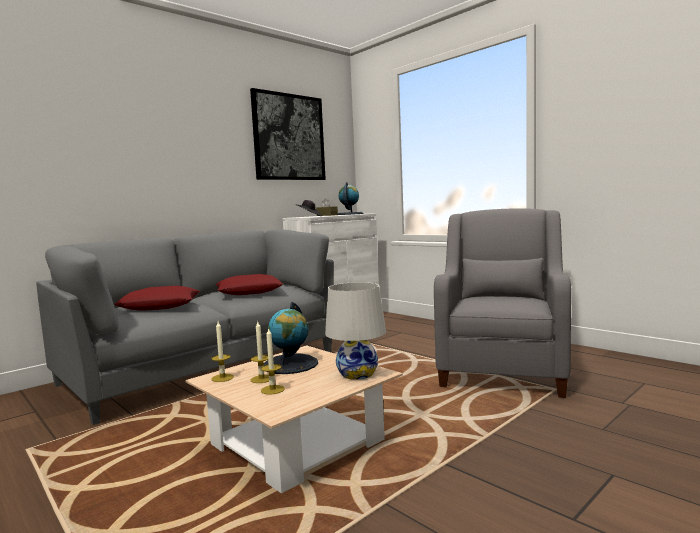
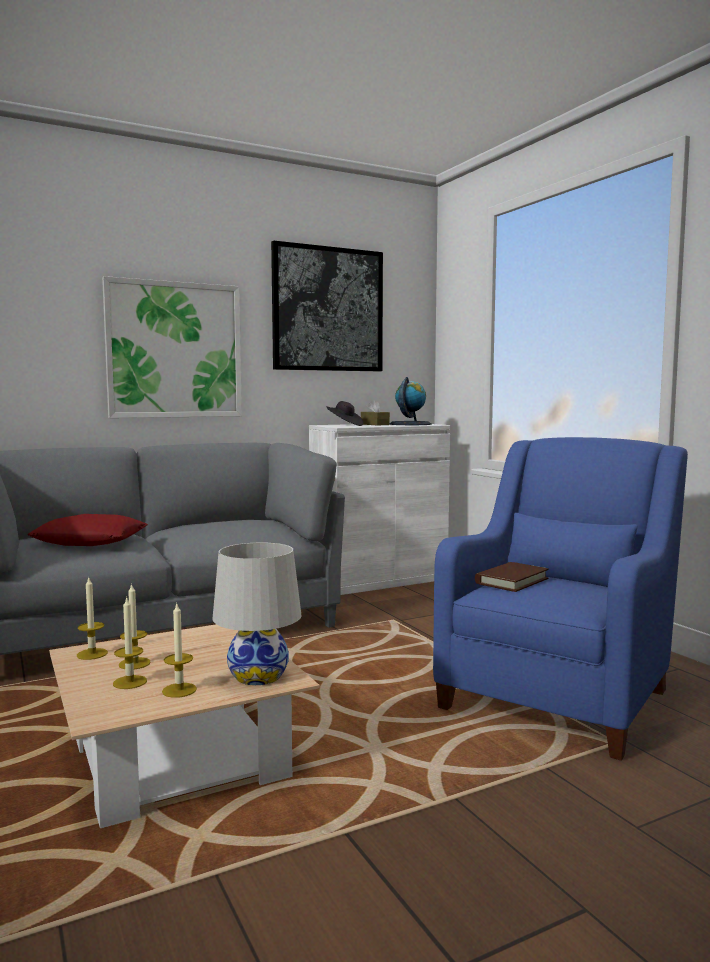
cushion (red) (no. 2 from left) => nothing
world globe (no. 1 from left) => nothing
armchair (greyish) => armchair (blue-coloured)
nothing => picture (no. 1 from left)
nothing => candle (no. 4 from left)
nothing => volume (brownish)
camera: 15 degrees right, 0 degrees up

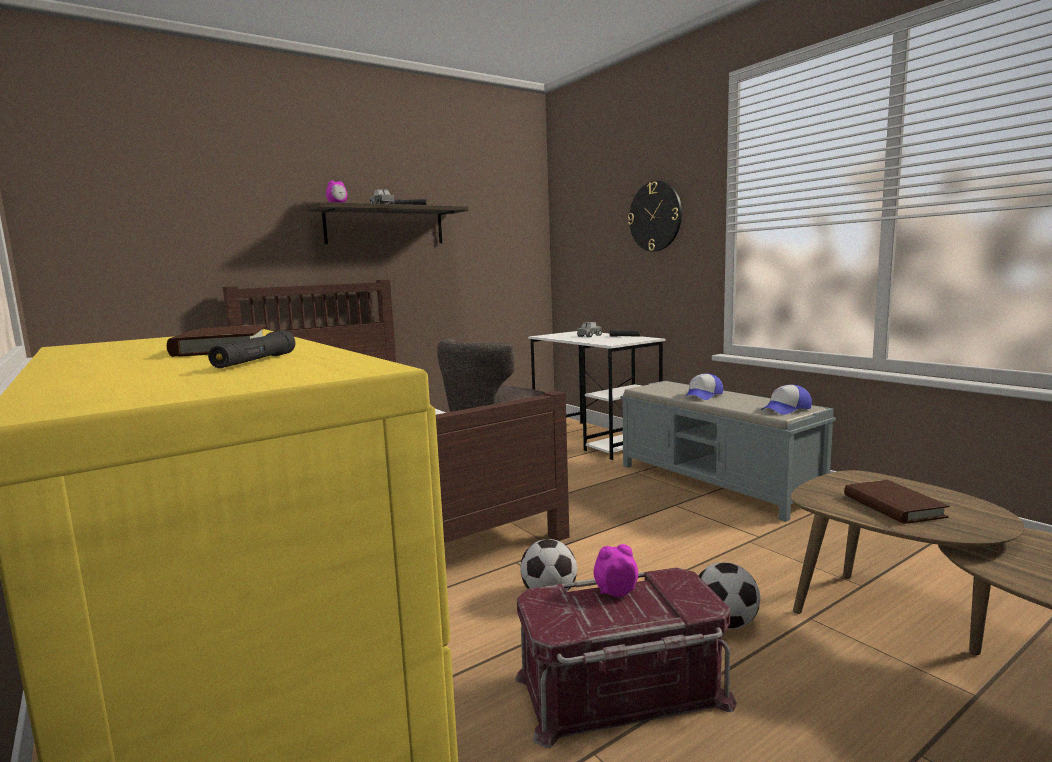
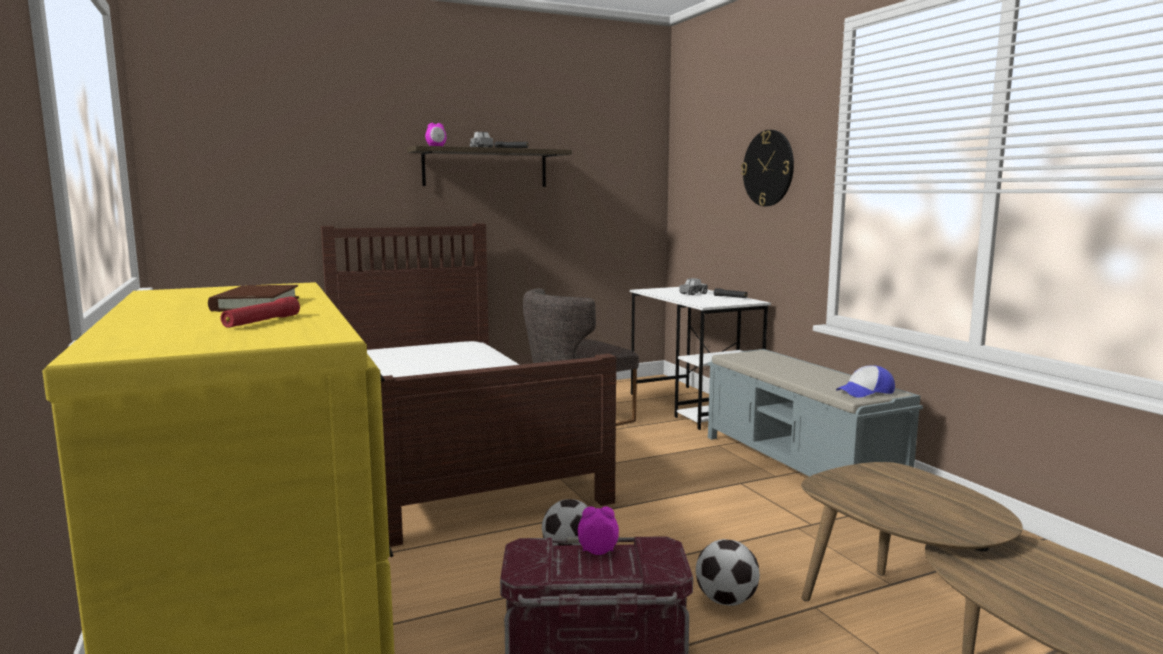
torch (black) (no. 1 from left) => torch (red)
peaked cap (no. 1 from left) => nothing
volume (brownish) (no. 2 from left) => nothing
camera: 10 degrees right, 0 degrees up

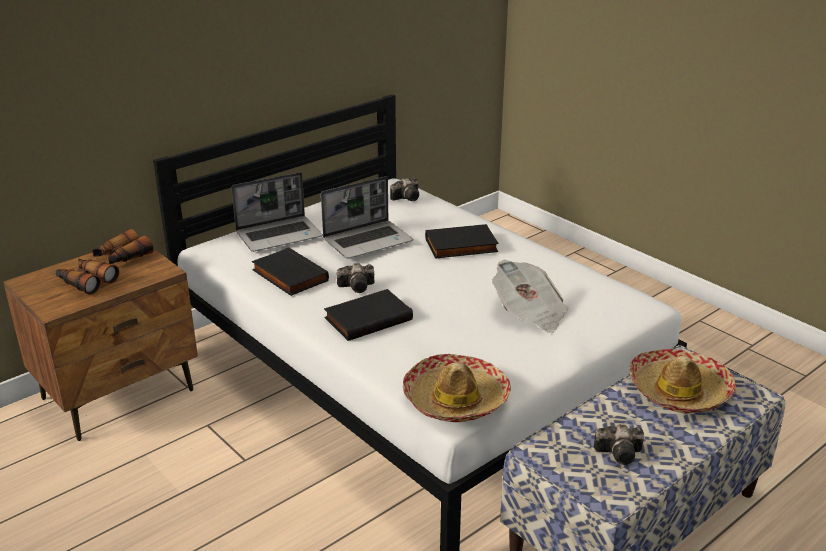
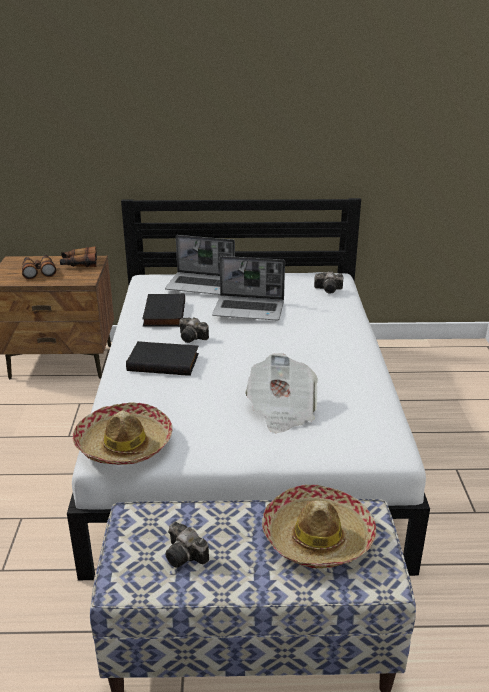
volume (black) (no. 3 from left) => nothing
camera: 40 degrees right, 0 degrees up

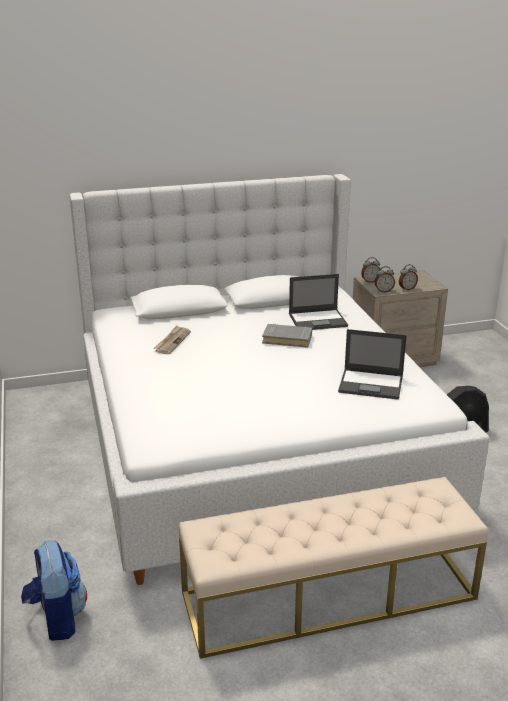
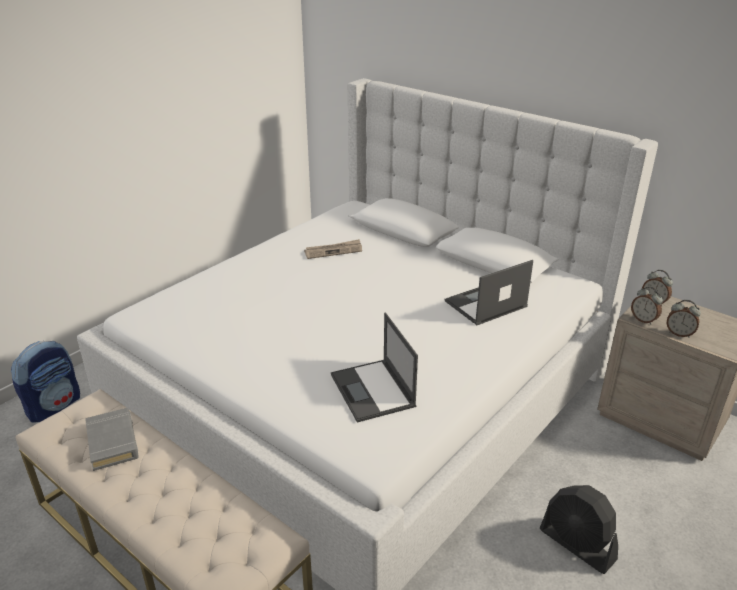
volume (greyish), relocated
notebook computer (no. 1 from left in the first image) => notebook computer (no. 2 from left), 105 degrees clockwise
camera: 55 degrees right, 5 degrees up

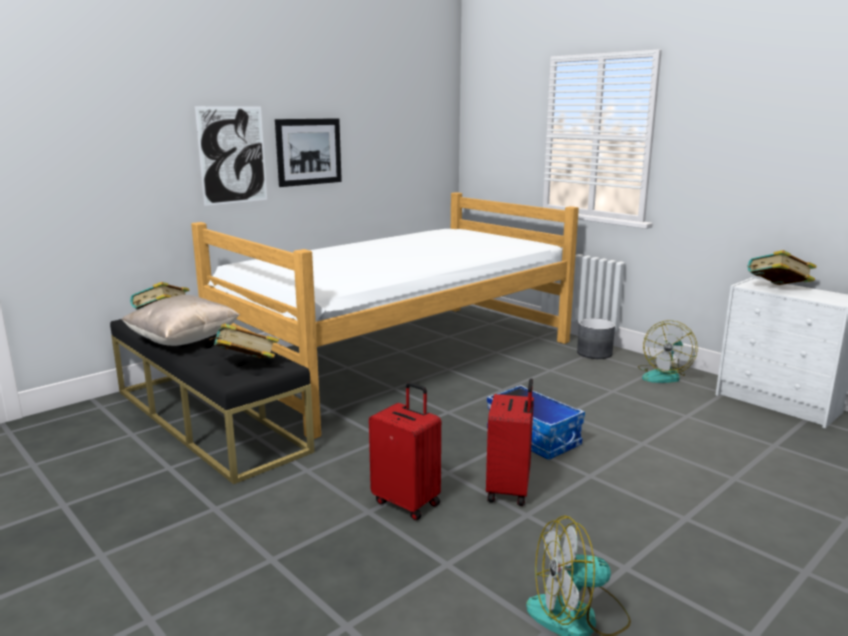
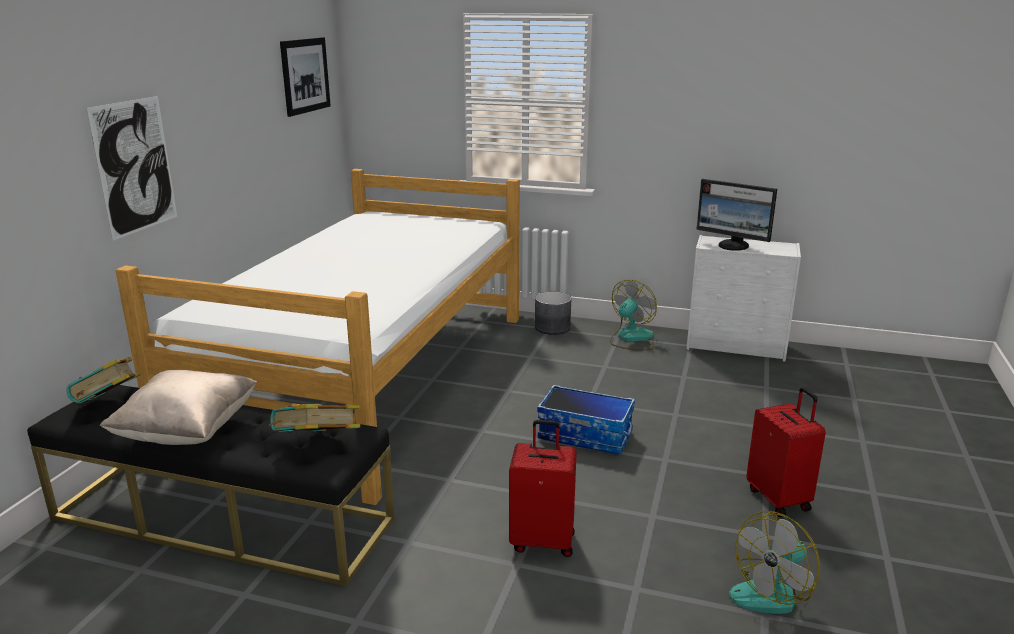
picture (no. 2 from left), relocated
suitcase (red) (no. 2 from left), relocated
fan (no. 2 from left in the first image) => fan (no. 1 from left), 150 degrees counterclockwise
volume (no. 3 from left) => computer display
camera: 30 degrees left, 5 degrees up

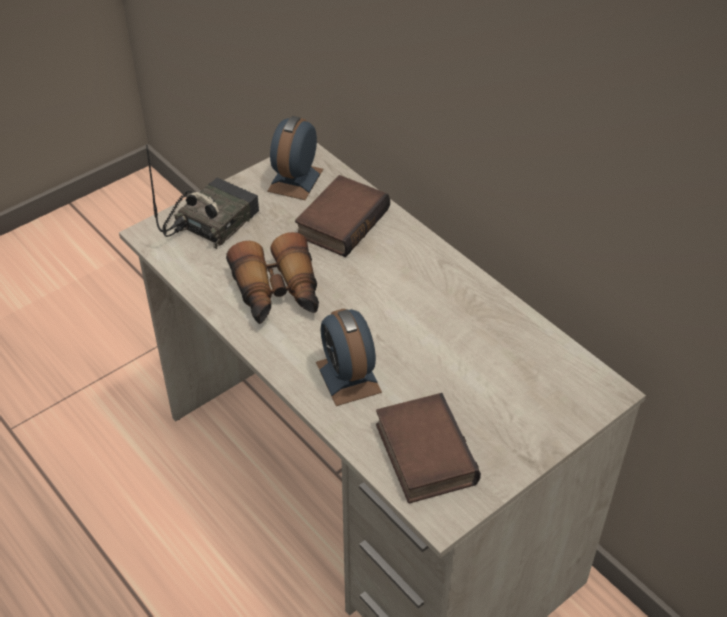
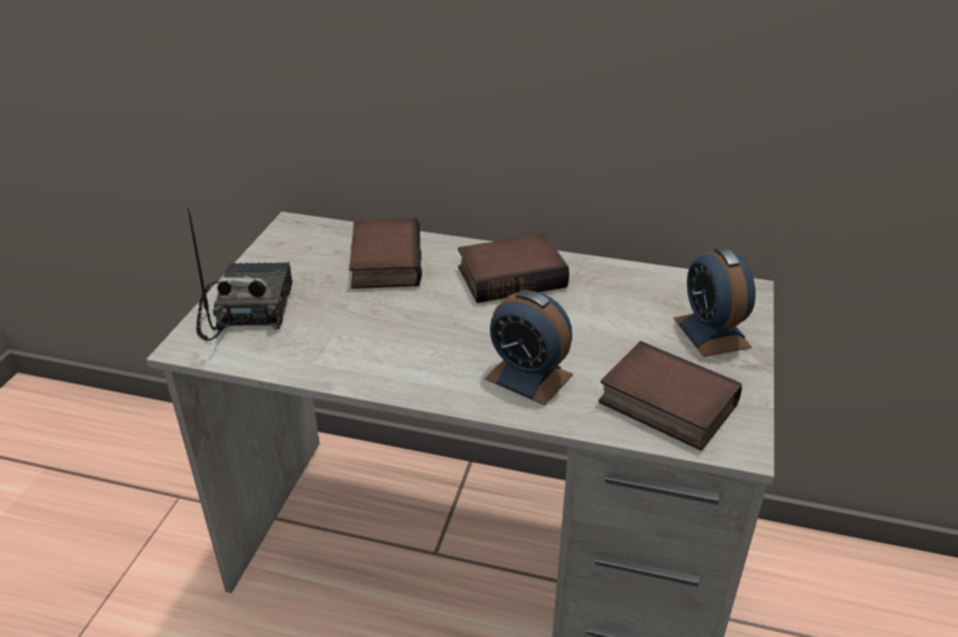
field glasses => nothing
alarm clock (no. 1 from left in the first image) => alarm clock (no. 2 from left), relocated
nothing => volume (no. 2 from left)
camera: 35 degrees left, 10 degrees down

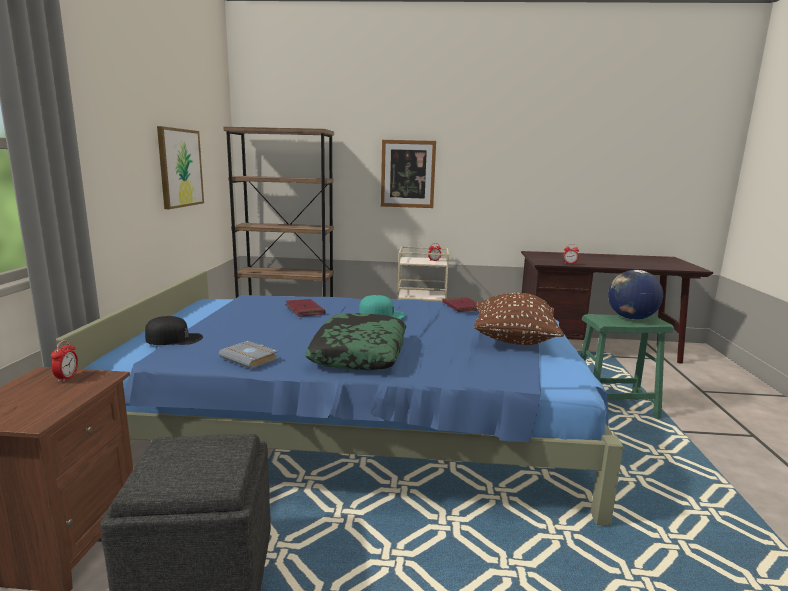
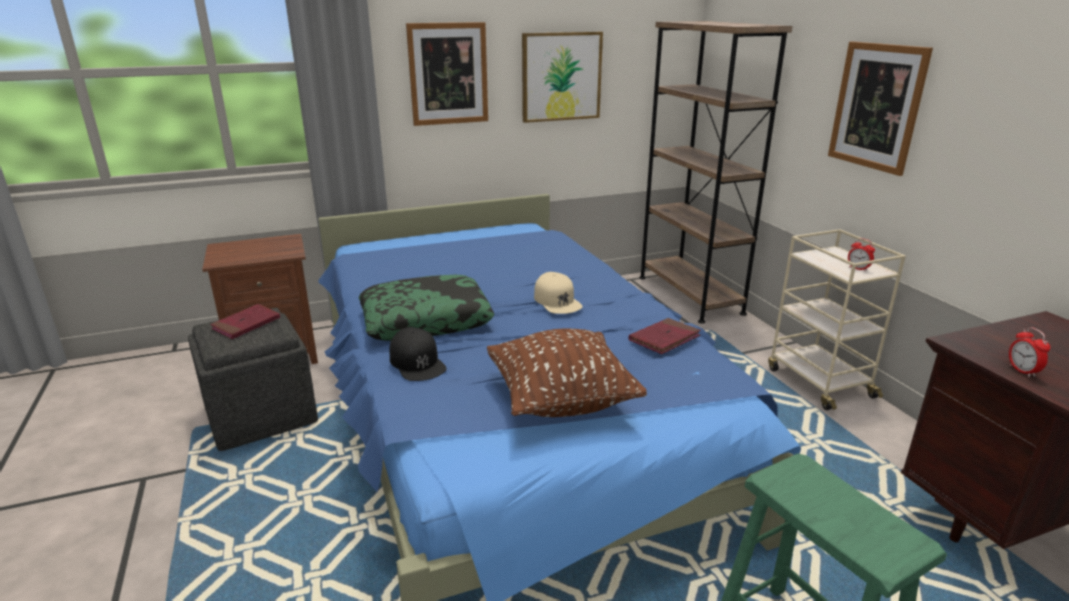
alarm clock (no. 1 from left) => nothing
peaked cap (black), relocated
volume (greyish) => nothing
volume (red) (no. 1 from left), relocated
peaked cap (blue-green) => peaked cap (sand-coloured)
world globe => nothing
nothing => picture (no. 1 from left)
camera: 65 degrees right, 10 degrees up

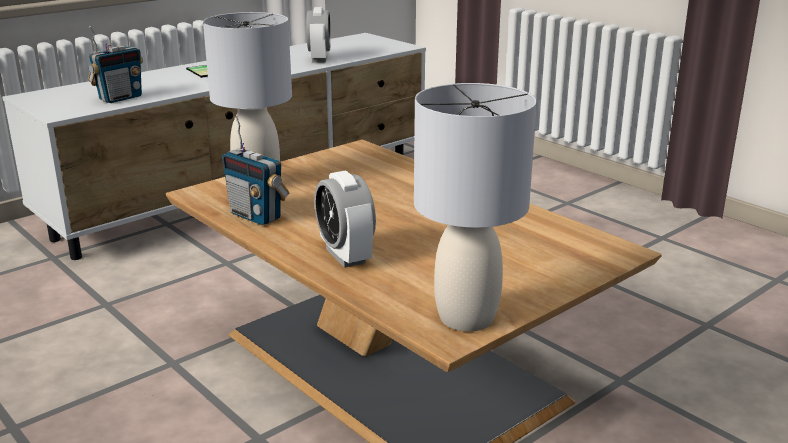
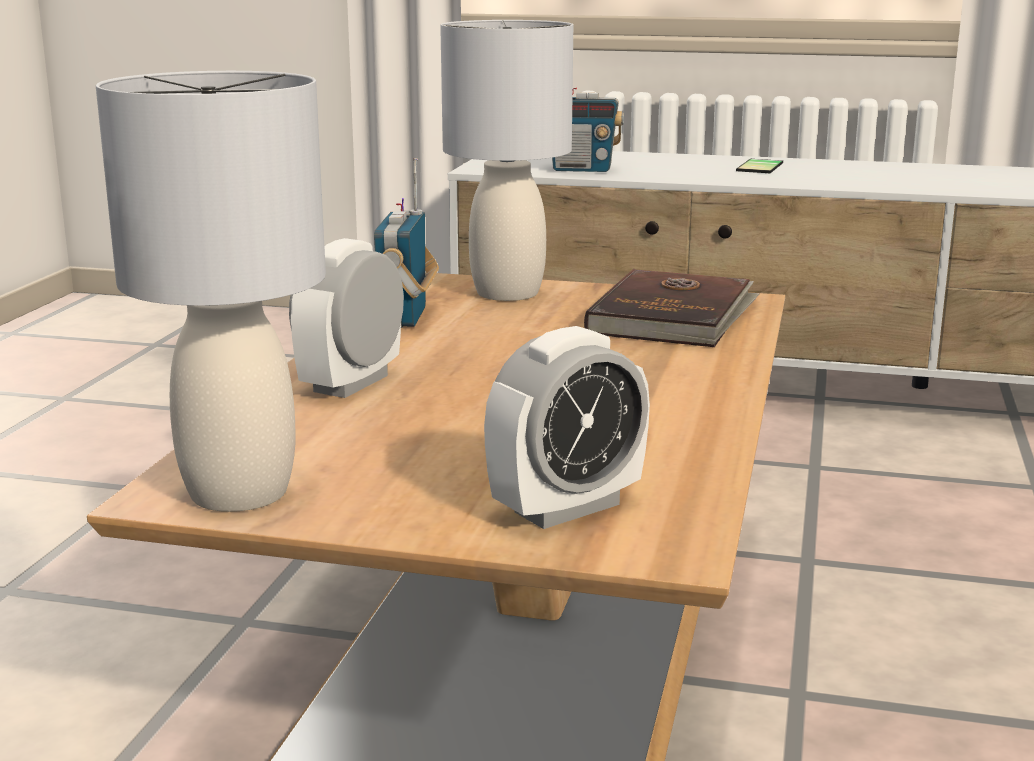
alarm clock (no. 1 from left in the first image) => alarm clock (no. 2 from left), relocated
nothing => volume (brownish)
camera: 55 degrees right, 5 degrees down

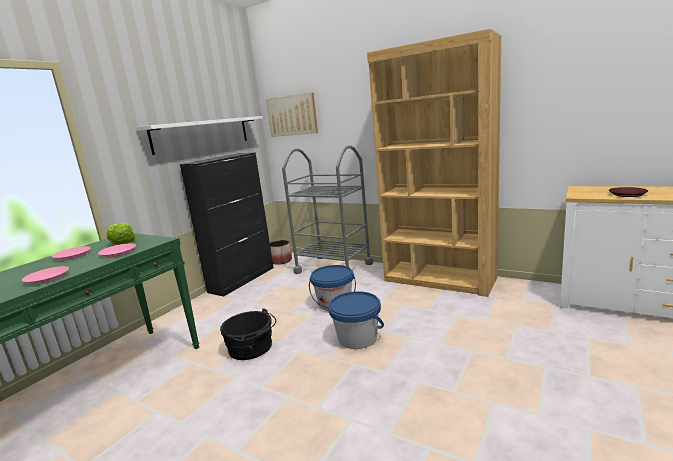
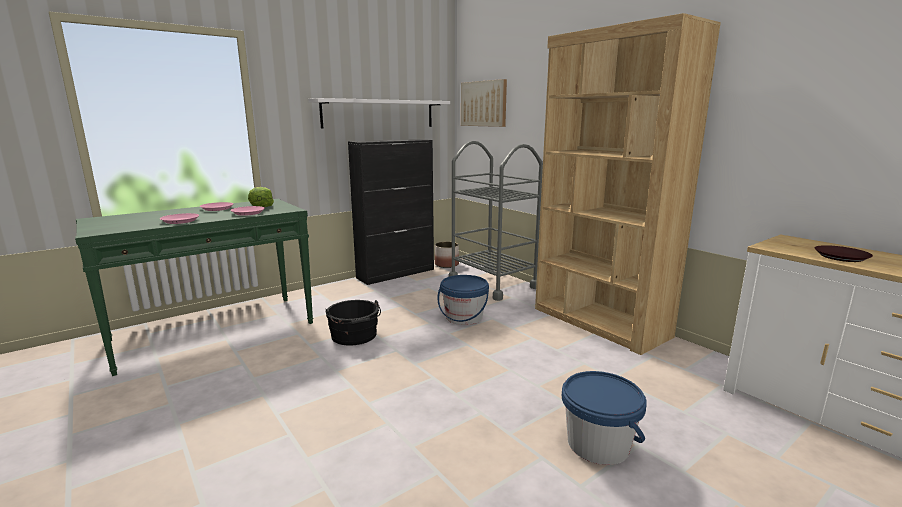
water bucket (blue-coloured) (no. 2 from left), relocated
camera: 20 degrees right, 0 degrees up

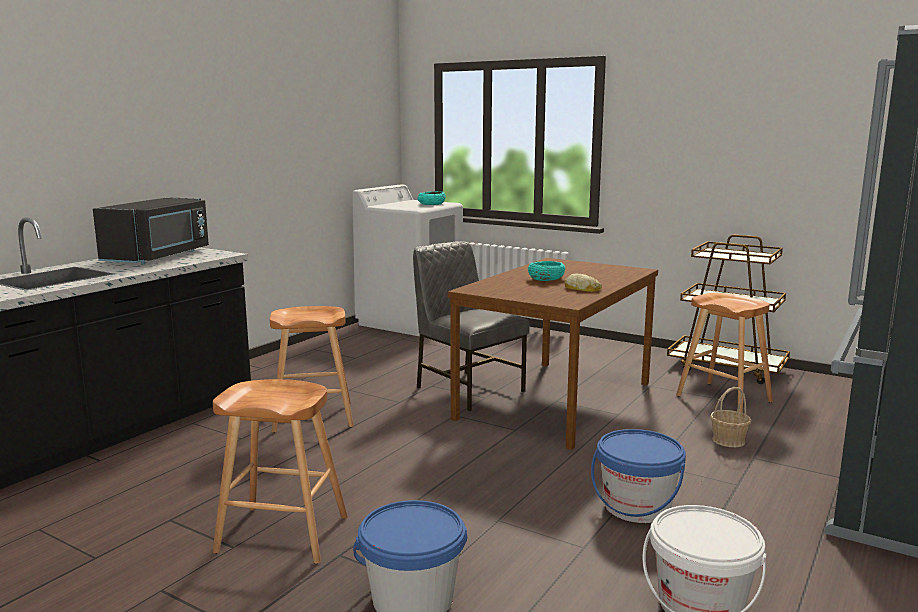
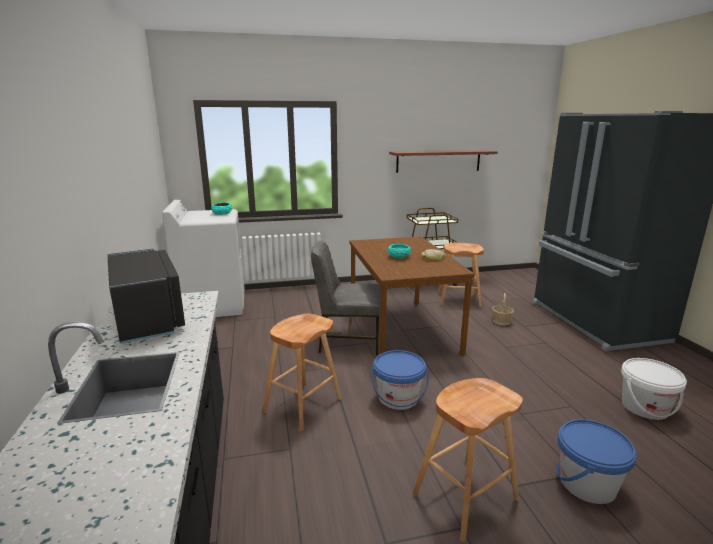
water bucket (blue-coloured) (no. 2 from left in the first image) => water bucket (blue-coloured) (no. 1 from left), relocated
nothing => shelf (brownish)
camera: 45 degrees left, 5 degrees up

